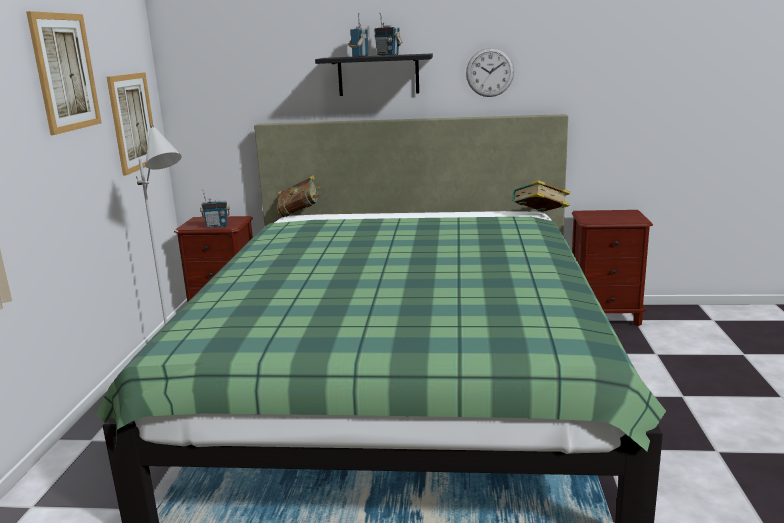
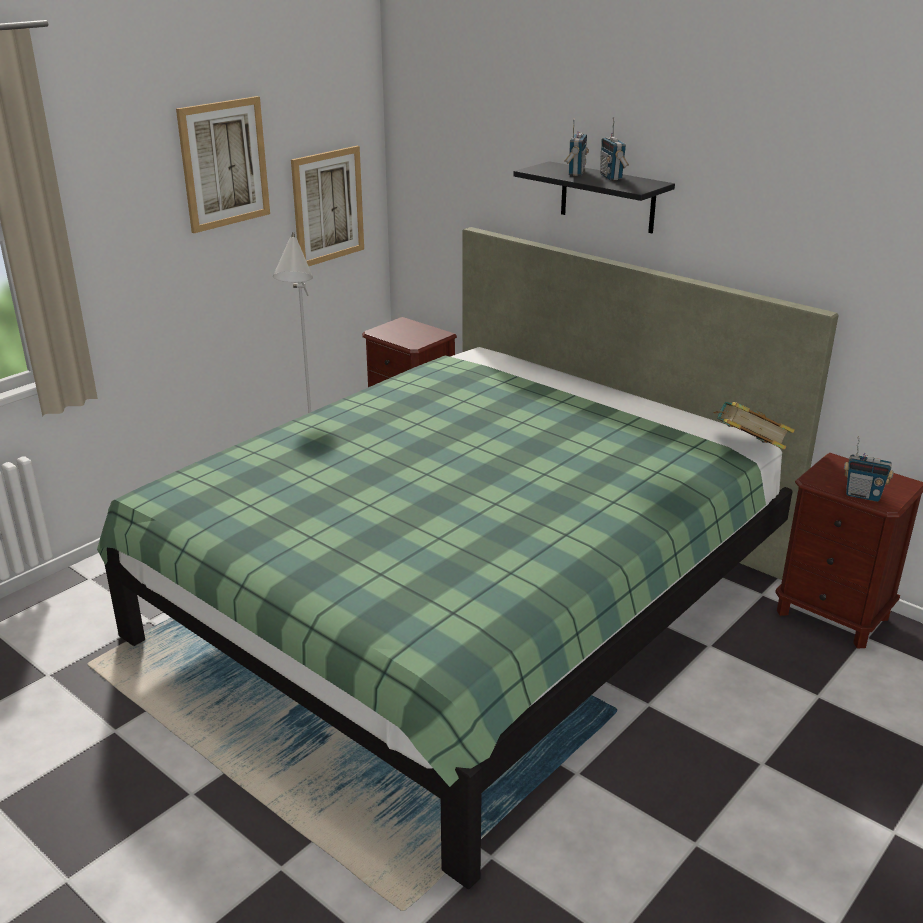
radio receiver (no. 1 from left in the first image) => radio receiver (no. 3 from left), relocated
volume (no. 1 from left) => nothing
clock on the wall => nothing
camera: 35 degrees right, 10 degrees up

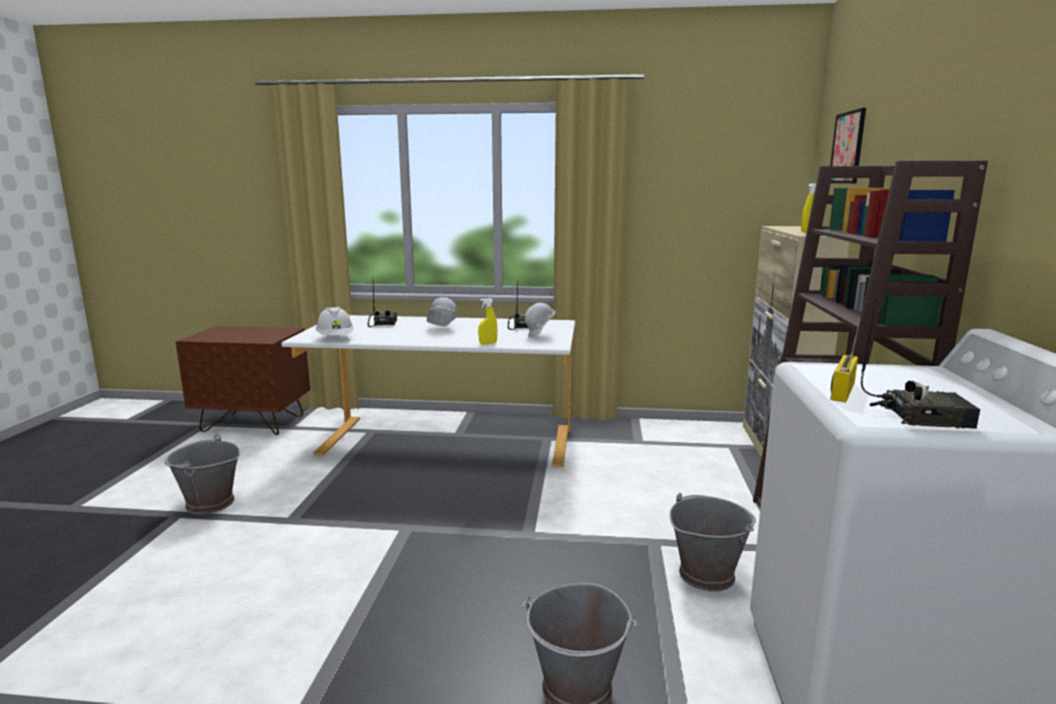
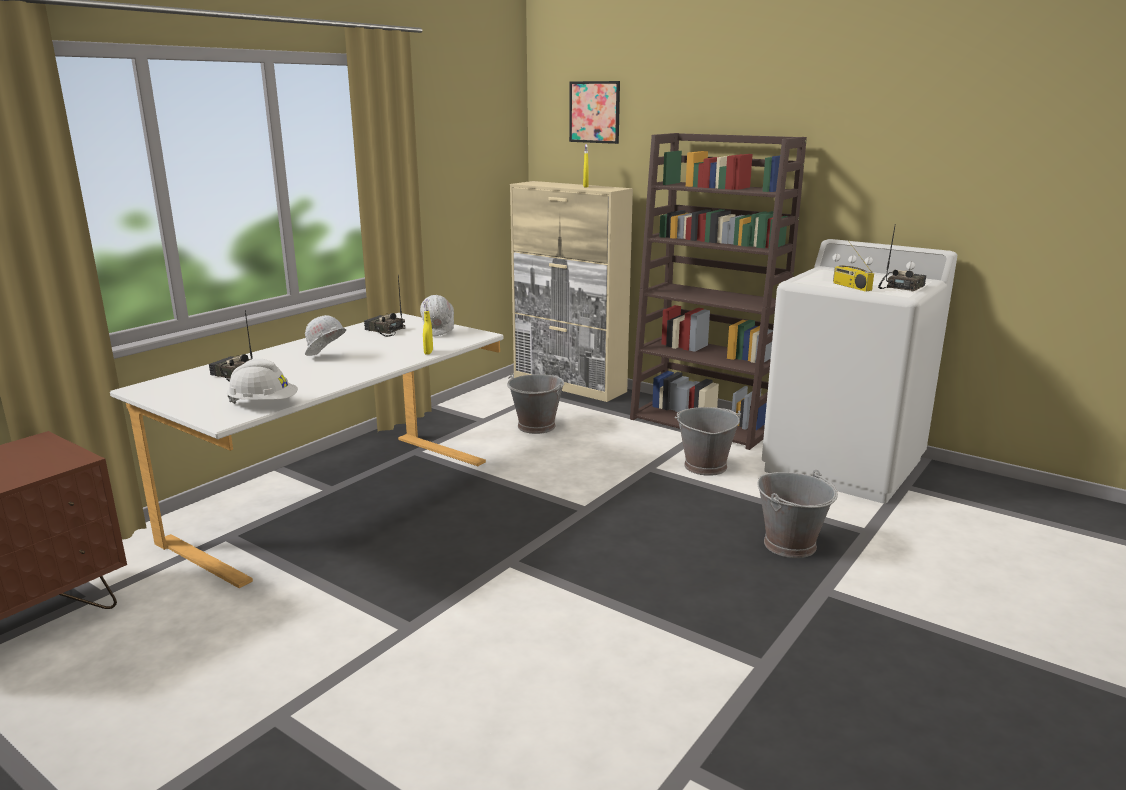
water bucket (greyish) (no. 1 from left), relocated
camera: 60 degrees left, 5 degrees up

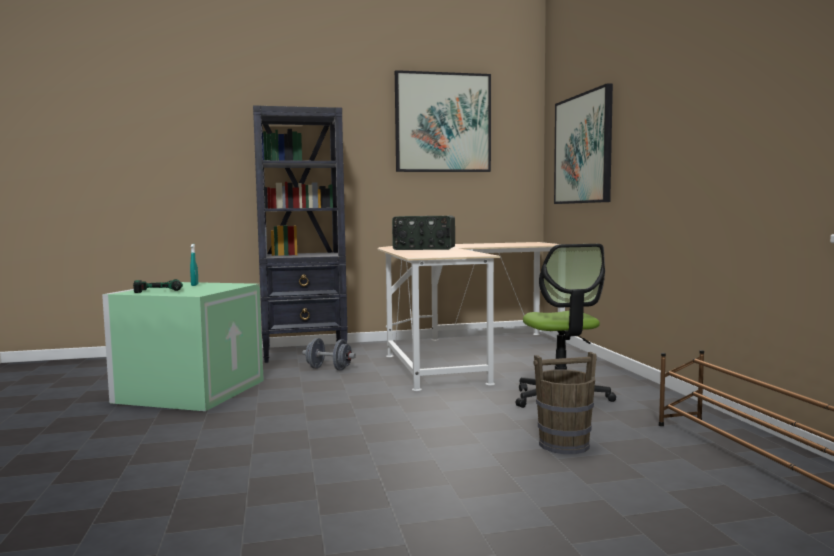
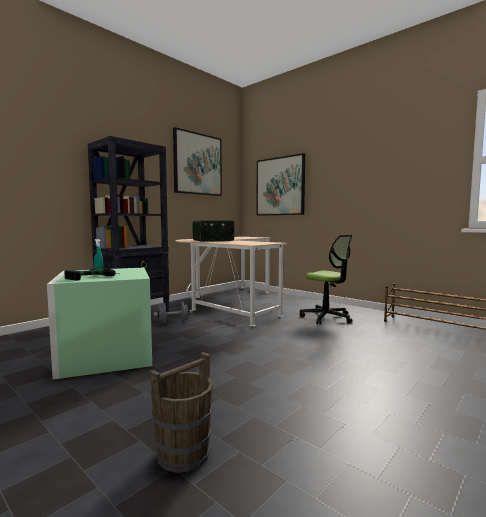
water bucket (brownish), relocated
camera: 35 degrees left, 0 degrees up

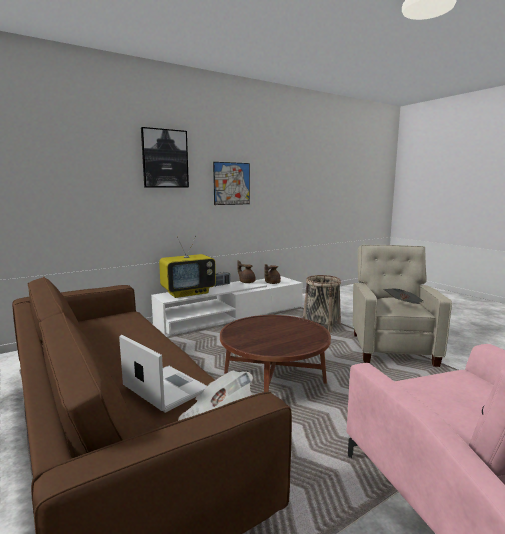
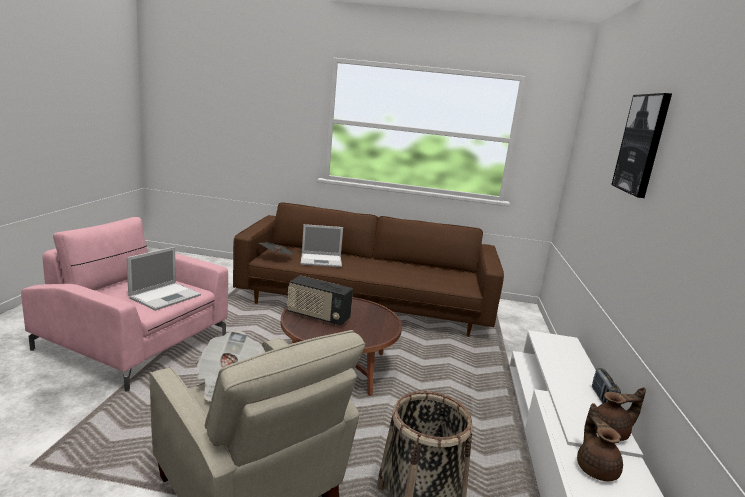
TV set => nothing
picture (no. 2 from left) => nothing
nothing => notebook computer (no. 1 from left)
nothing => radio receiver (no. 1 from left)
camera: 130 degrees right, 5 degrees up

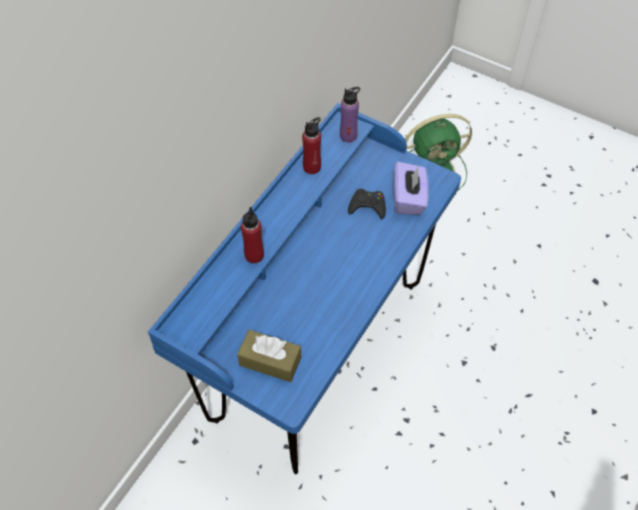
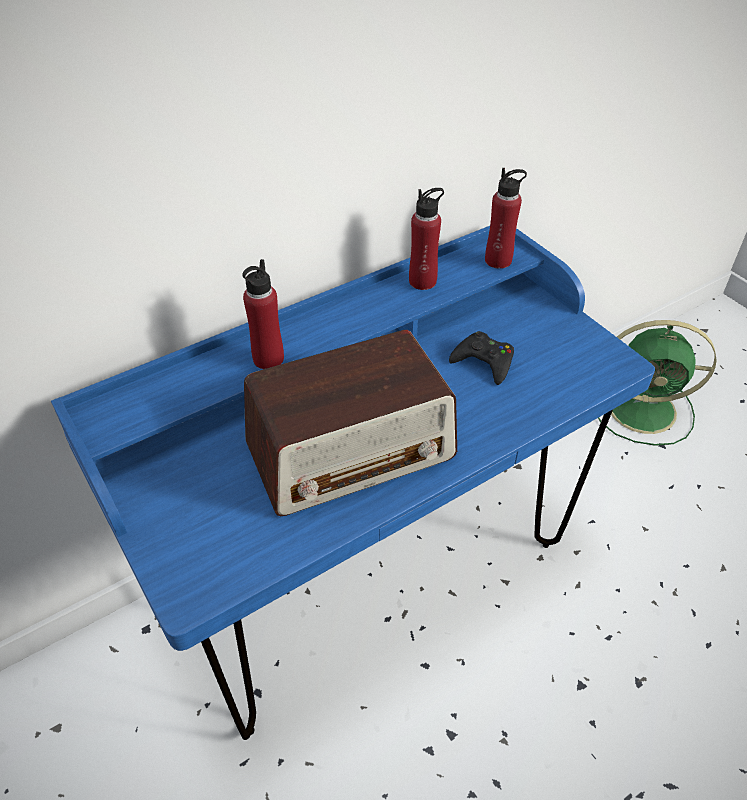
box of tissues (brownish) => nothing
bottle (purple-coloured) => bottle (red) (no. 3 from left)
box of tissues (purple-coloured) => nothing
nothing => radio receiver
camera: 25 degrees right, 10 degrees down

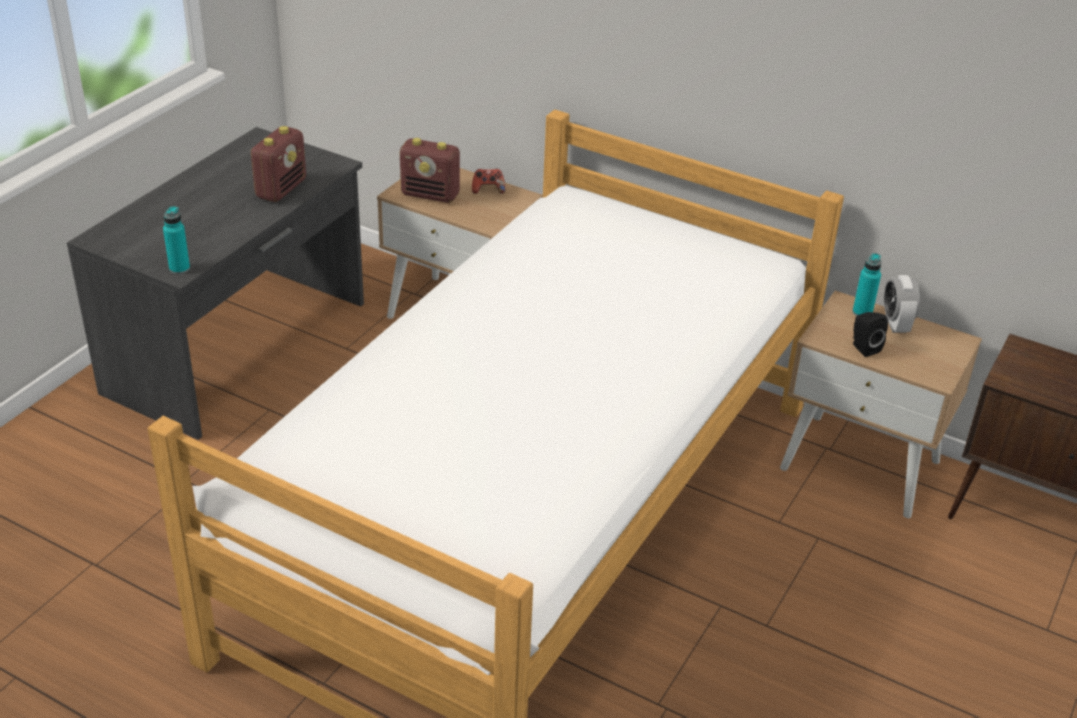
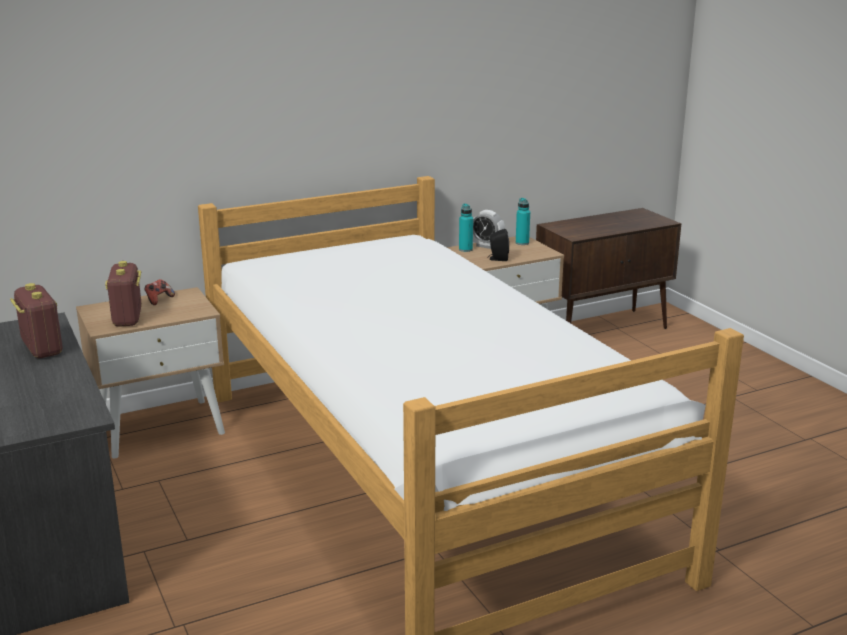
bottle (blue-green) (no. 1 from left in the first image) => bottle (blue-green) (no. 2 from left), relocated
radio receiver (no. 2 from left), 120 degrees clockwise
camera: 55 degrees left, 15 degrees down

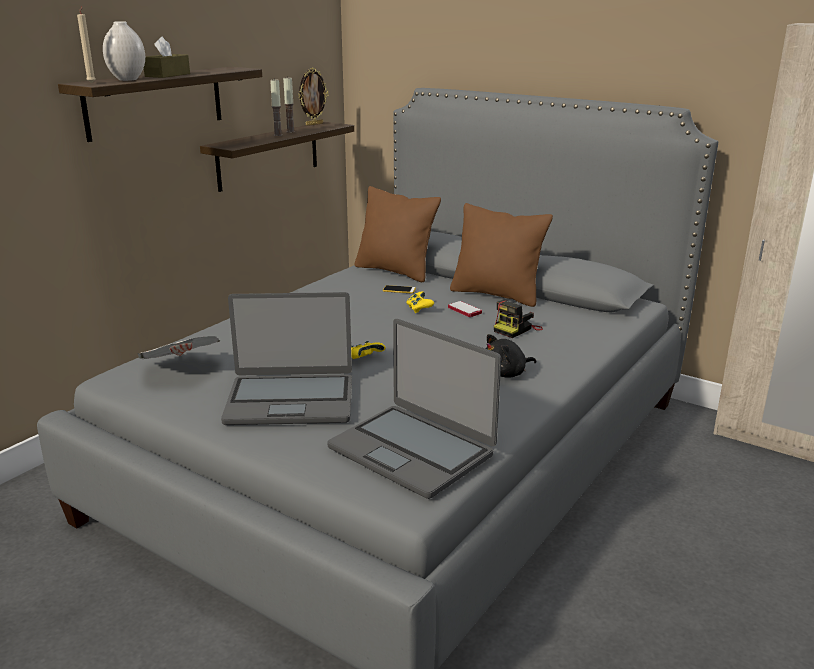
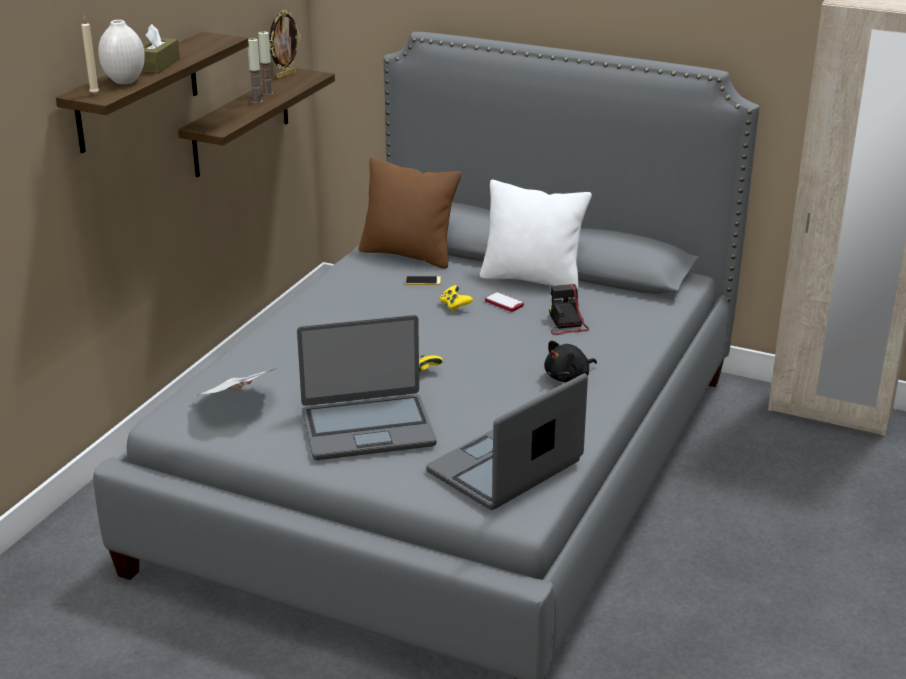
notebook computer (no. 2 from left), 105 degrees clockwise
cushion (brownish) (no. 2 from left) => cushion (white)
photo camera, 135 degrees clockwise
camera: 10 degrees left, 5 degrees up

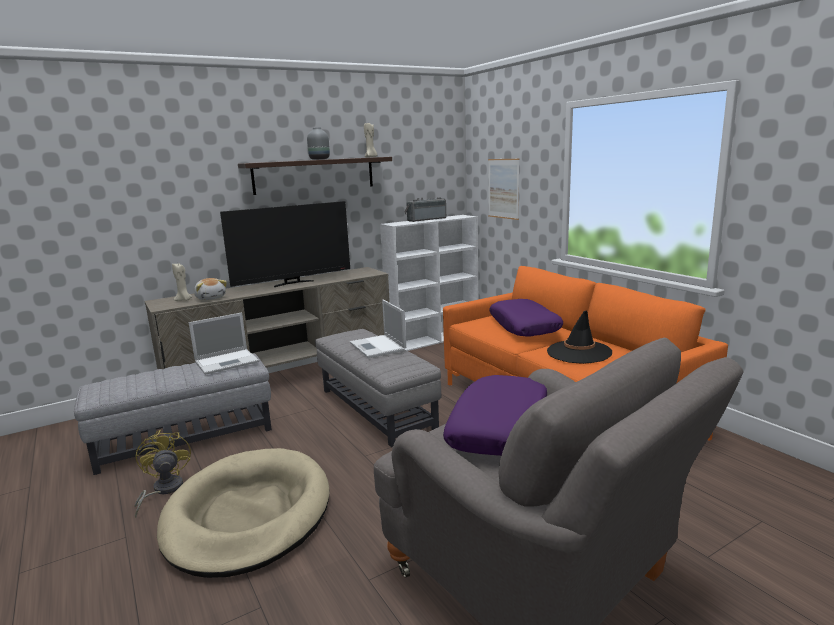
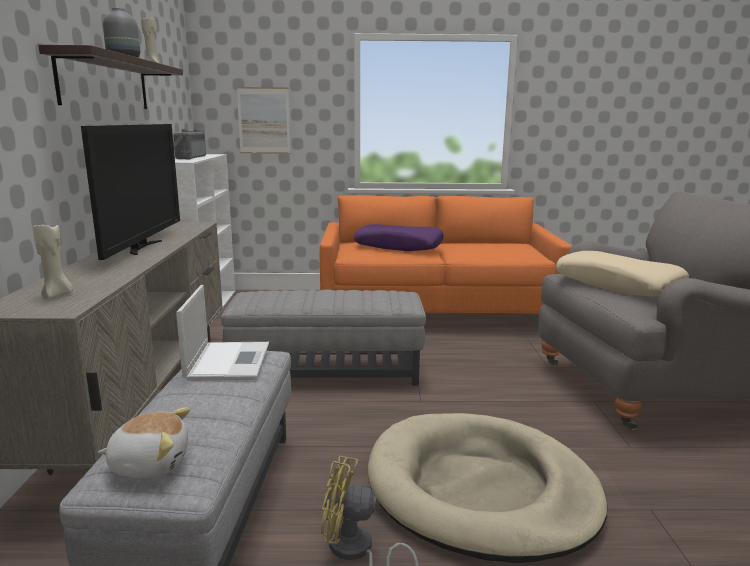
soft toy, relocated
notebook computer (no. 2 from left) => nothing
cushion (purple-coloured) (no. 1 from left) => cushion (sand-coloured)
hat (black) => nothing
camera: 60 degrees left, 0 degrees up

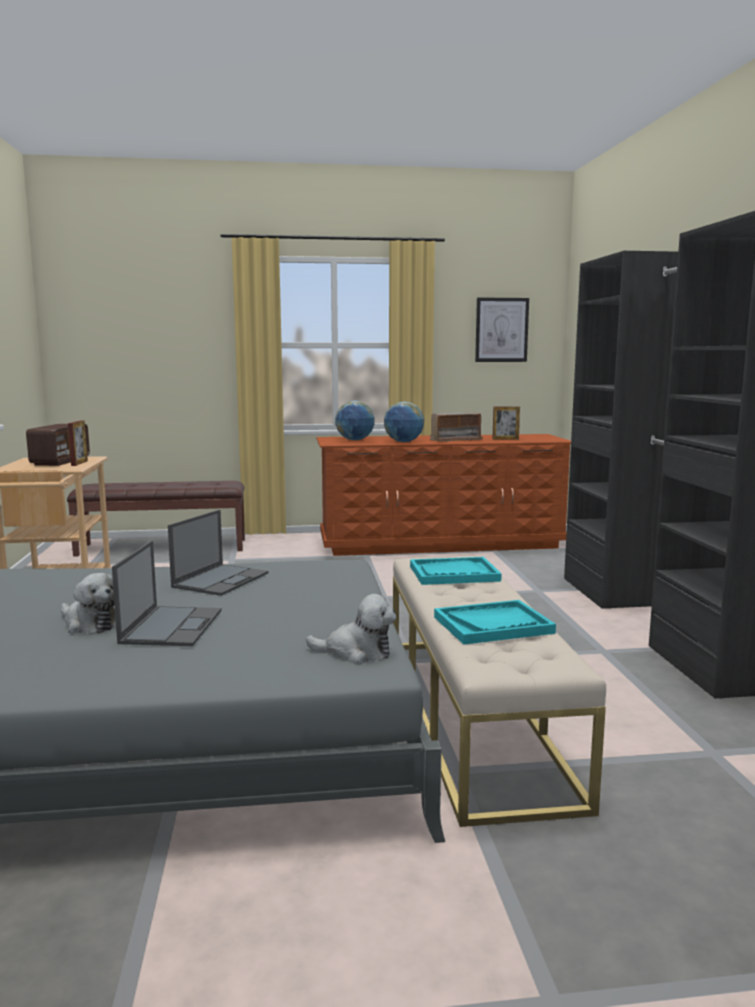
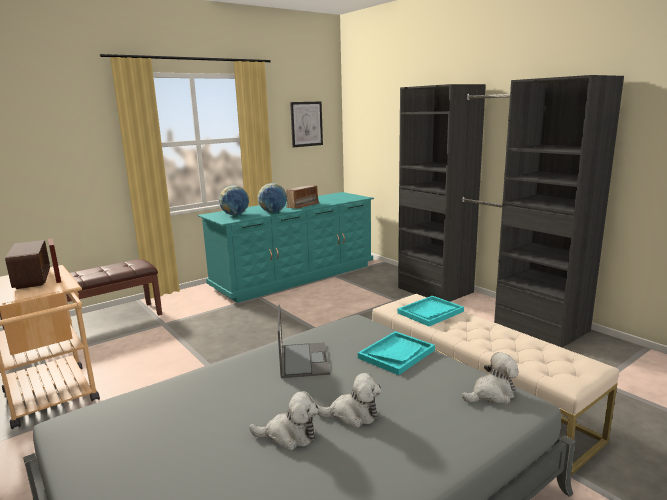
notebook computer (no. 1 from left) => soft toy (no. 2 from left)
dresser (brownish) => dresser (blue-green)
tray (blue-green) (no. 2 from left in the first image) => tray (blue-green) (no. 1 from left), relocated
photo frame (no. 2 from left) => nothing
camera: 30 degrees left, 5 degrees up

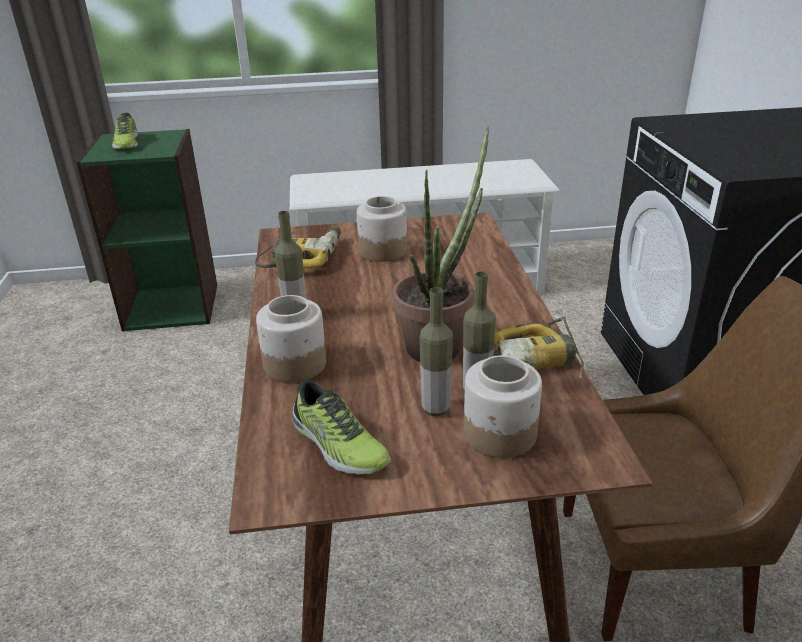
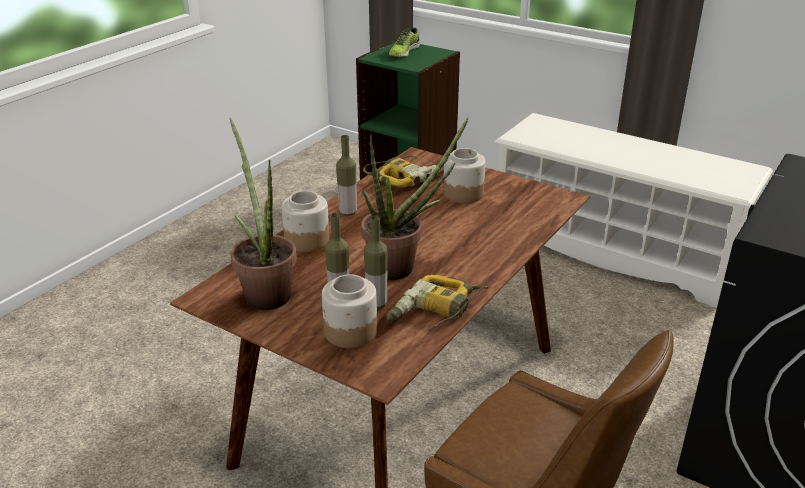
item of footwear (no. 2 from left) => houseplant (no. 1 from left)
camera: 40 degrees right, 0 degrees up

